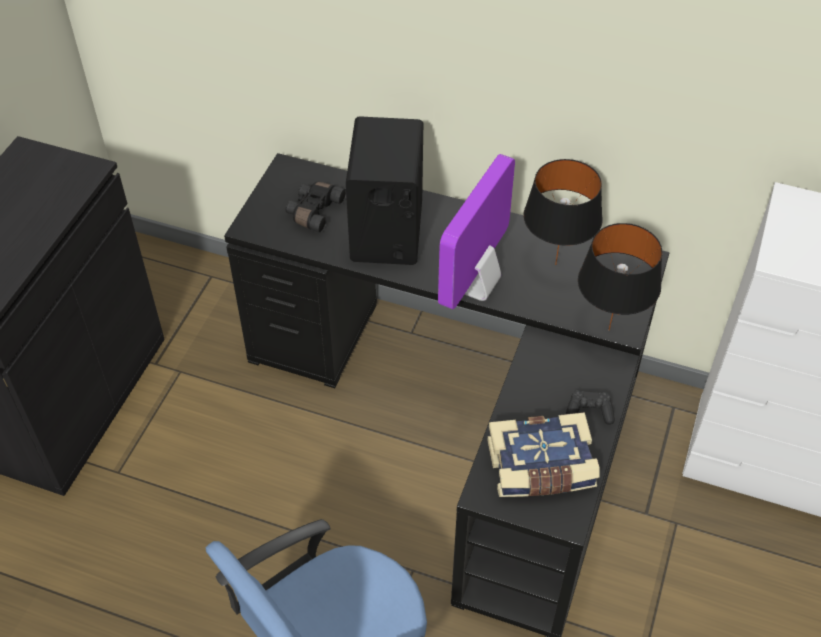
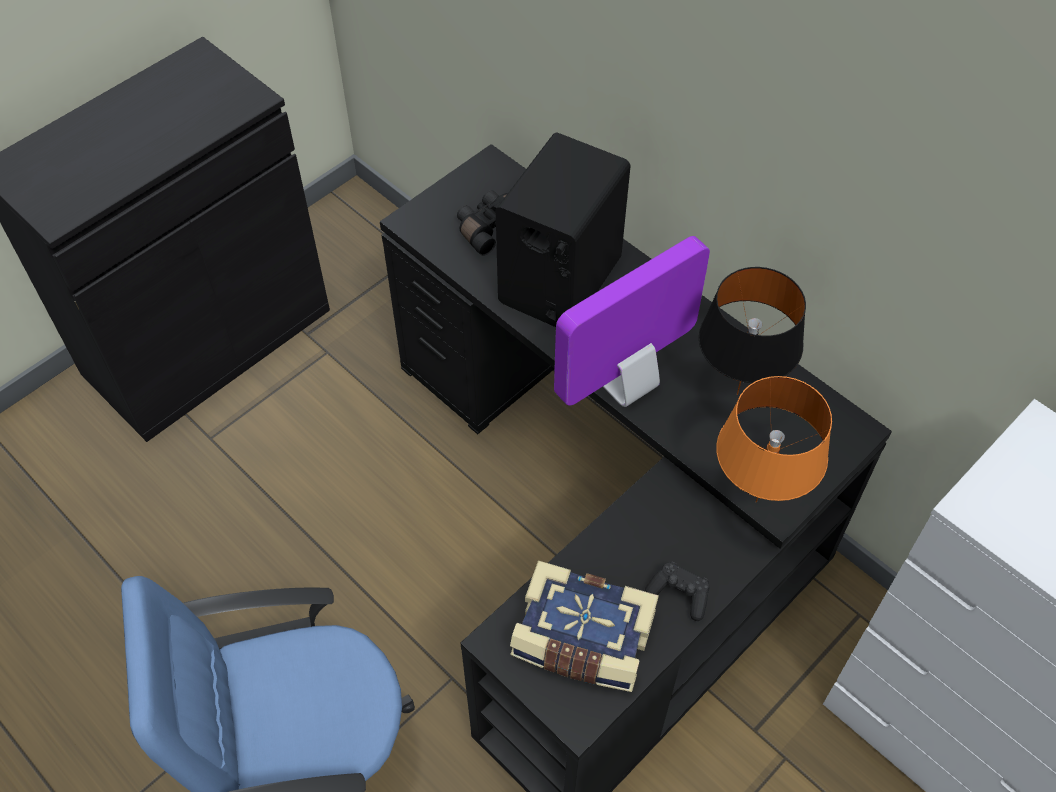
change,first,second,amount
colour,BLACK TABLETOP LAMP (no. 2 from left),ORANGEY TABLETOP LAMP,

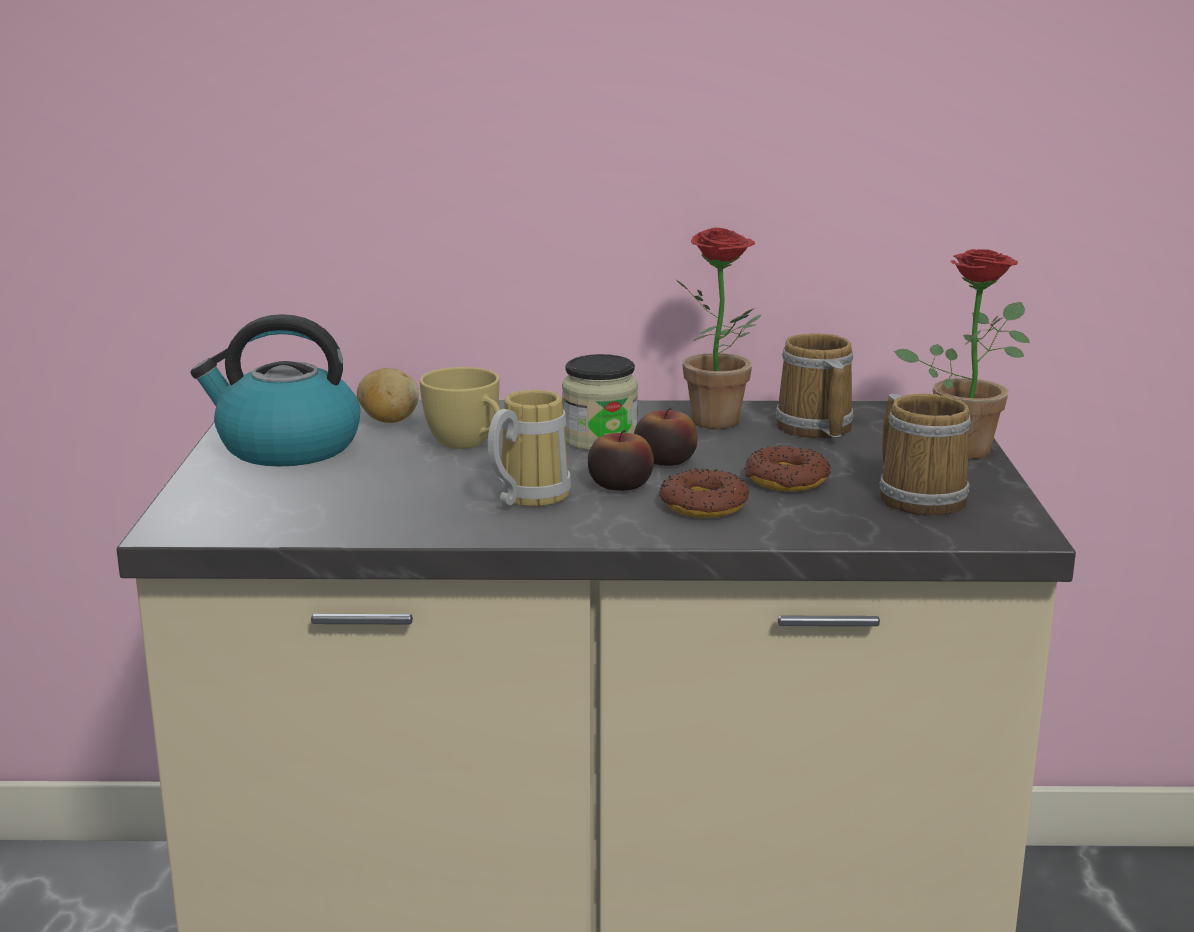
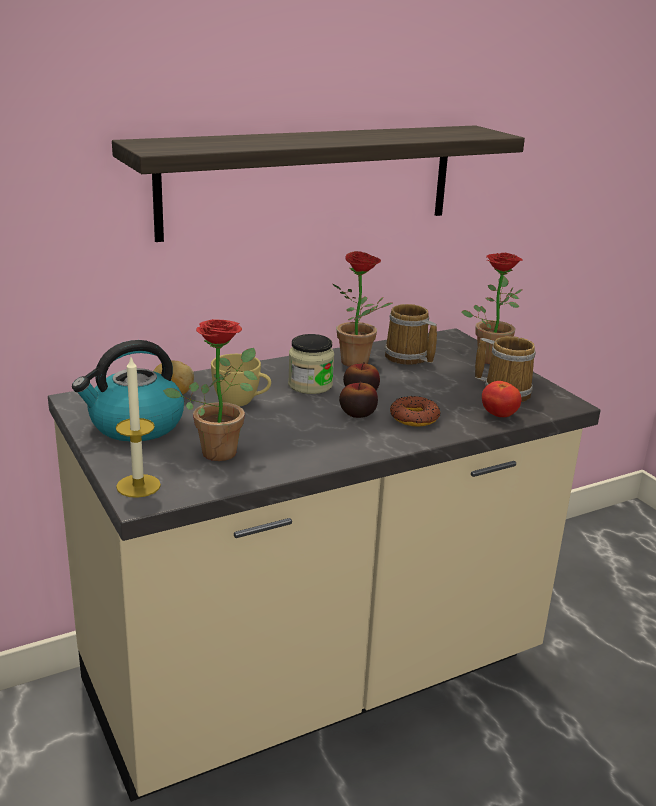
change,first,second,amount
missing,COFFEE MUG (no. 1 from left),,
missing,DOUGHNUT (no. 2 from left),,
appeared,,WALL SHELF,
appeared,,WAX CANDLE,
appeared,,PLANT IN A POT (no. 1 from left),
appeared,,TOMATO,

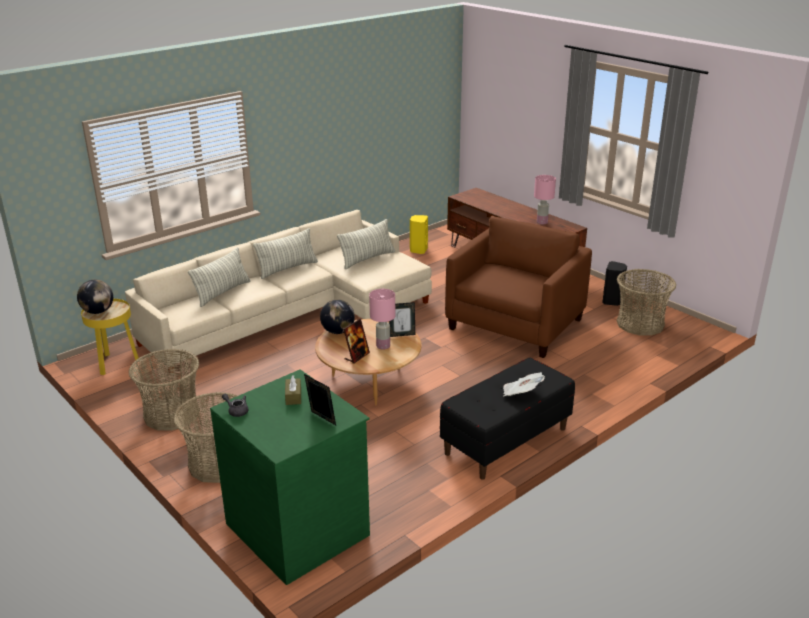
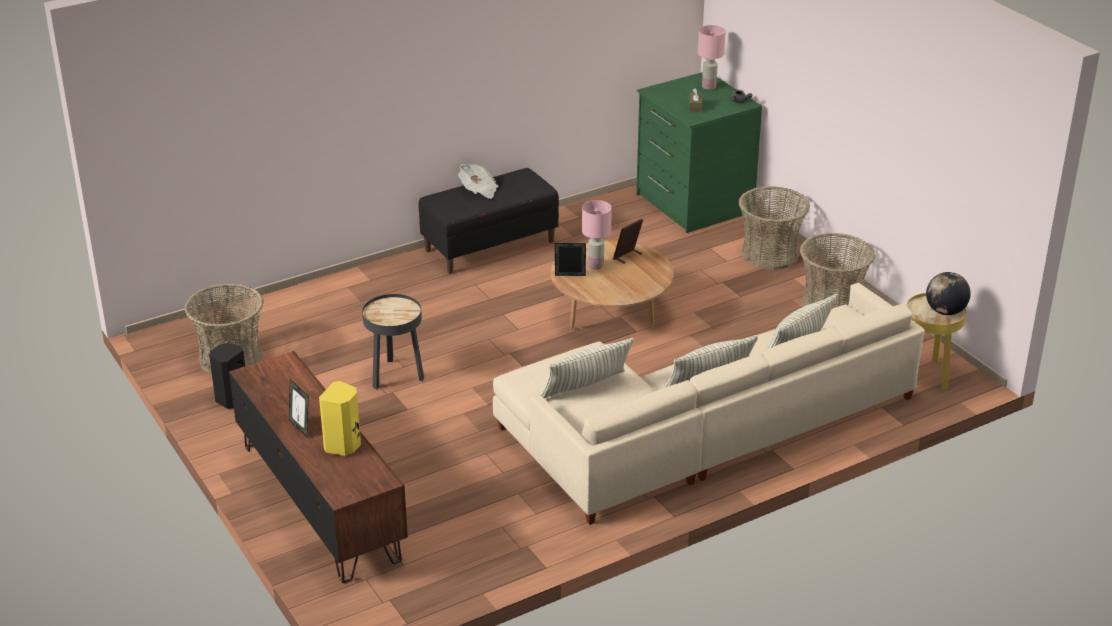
change,first,second,amount
missing,DESK GLOBE (no. 2 from left),,
relocated,STANDING FRAME (no. 1 from left),,
relocated,YELLOW AUDIO SPEAKER,,
relocated,PINK-COLOURED TABLETOP LAMP (no. 2 from left),,
exchanged,BROWNISH ARMCHAIR,BLACK END TABLE,

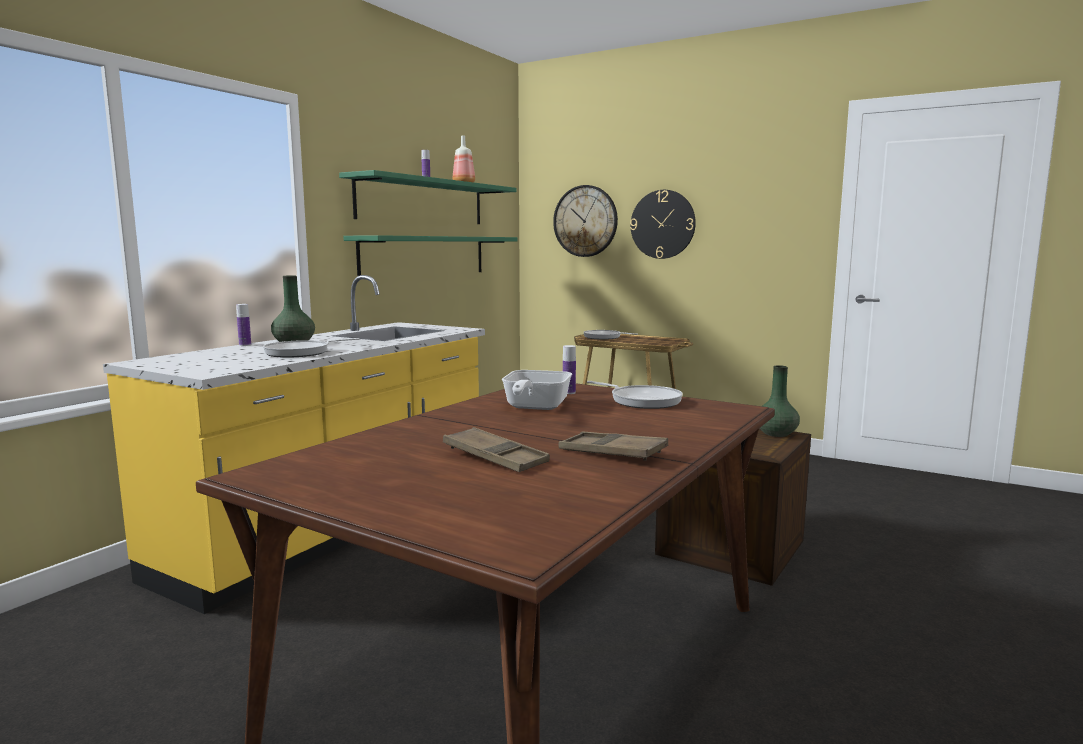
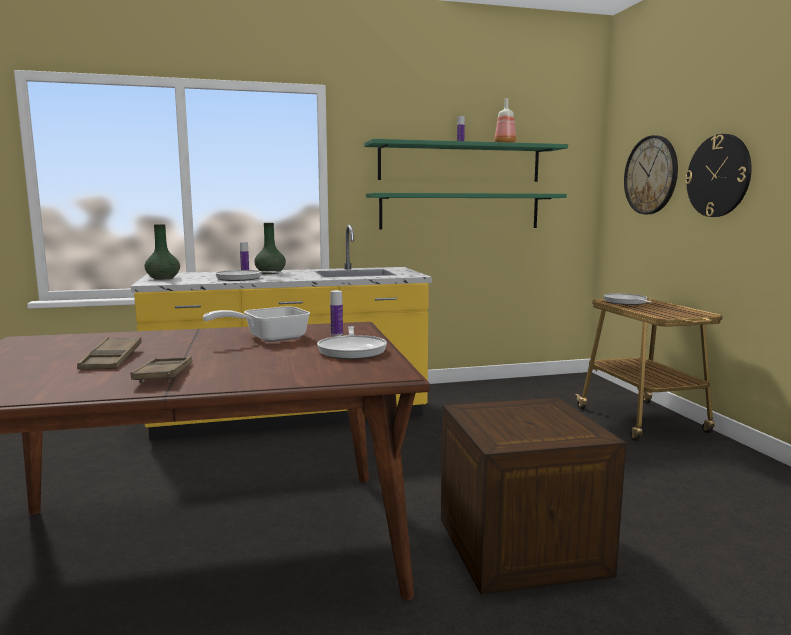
change,first,second,amount
relocated,GREEN DECORATIVE VASE (no. 2 from left in the first image),GREEN DECORATIVE VASE (no. 1 from left),

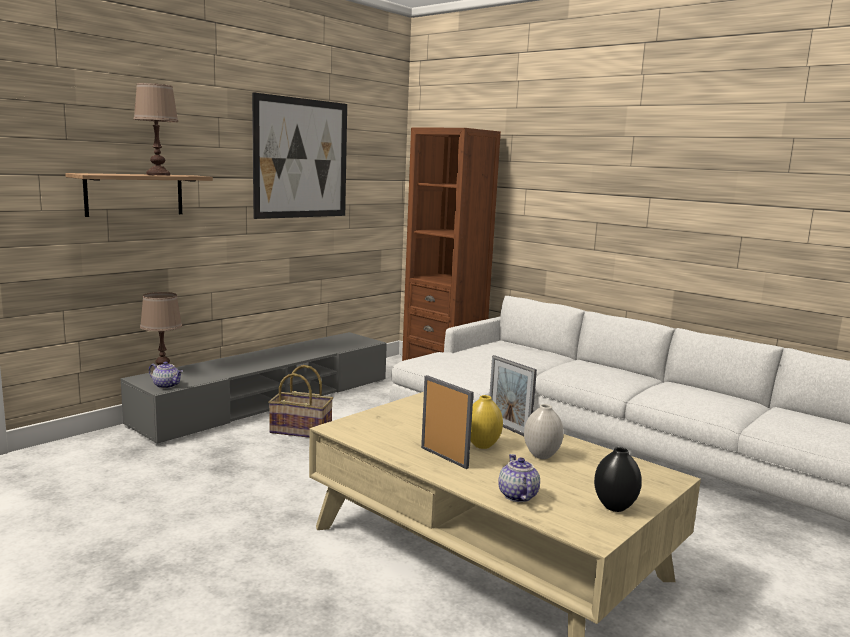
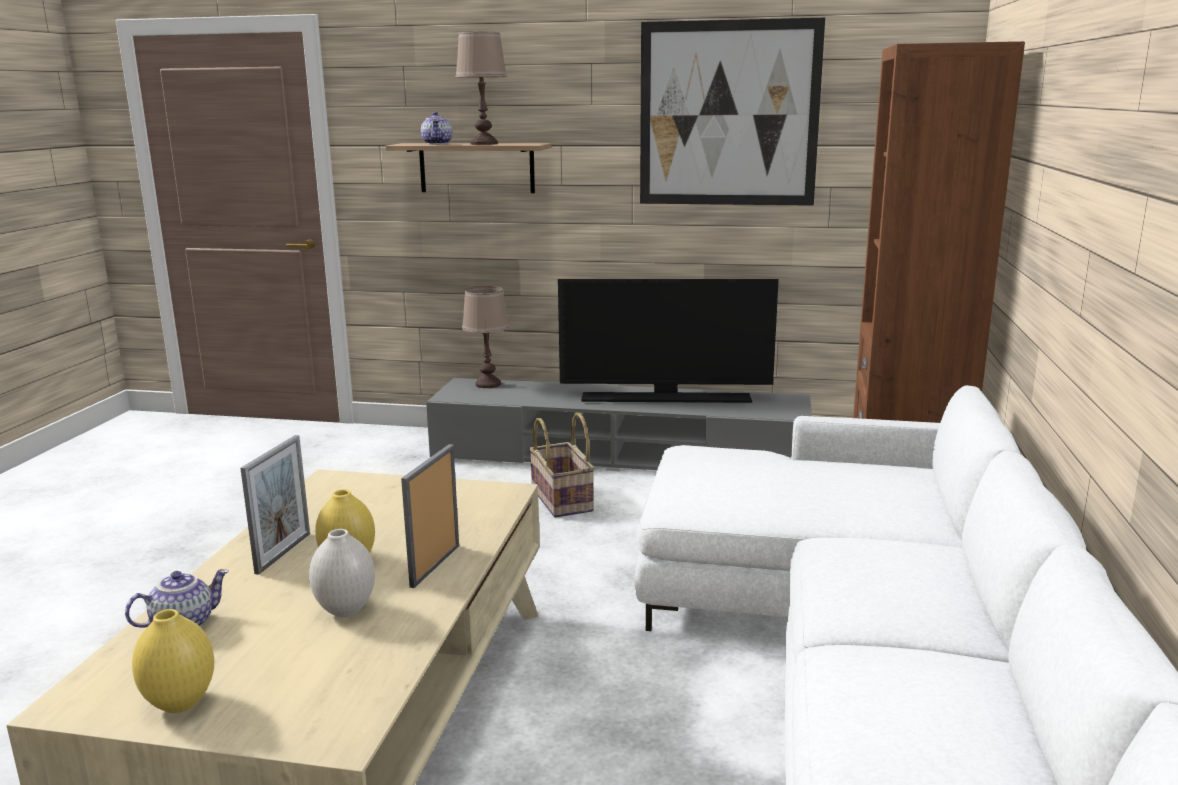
change,first,second,amount
appeared,,TV SET,
relocated,TEAPOT (no. 1 from left in the first image),TEAPOT (no. 2 from left),
colour,BLACK DECORATIVE VASE,YELLOW DECORATIVE VASE (no. 1 from left),

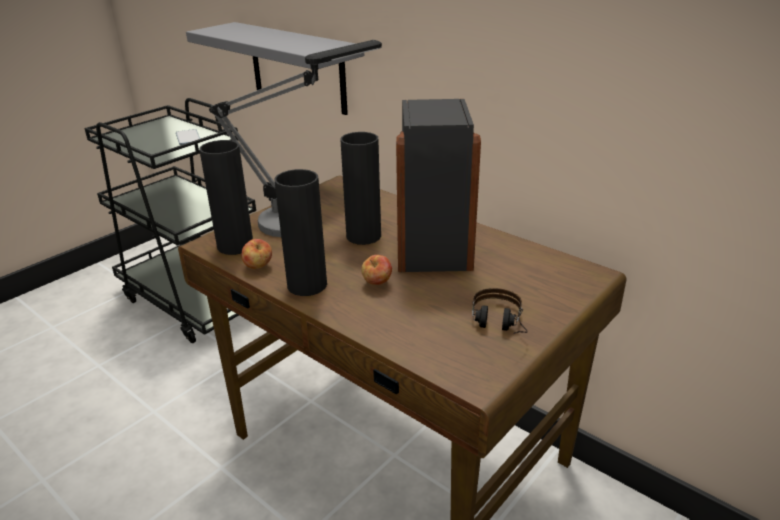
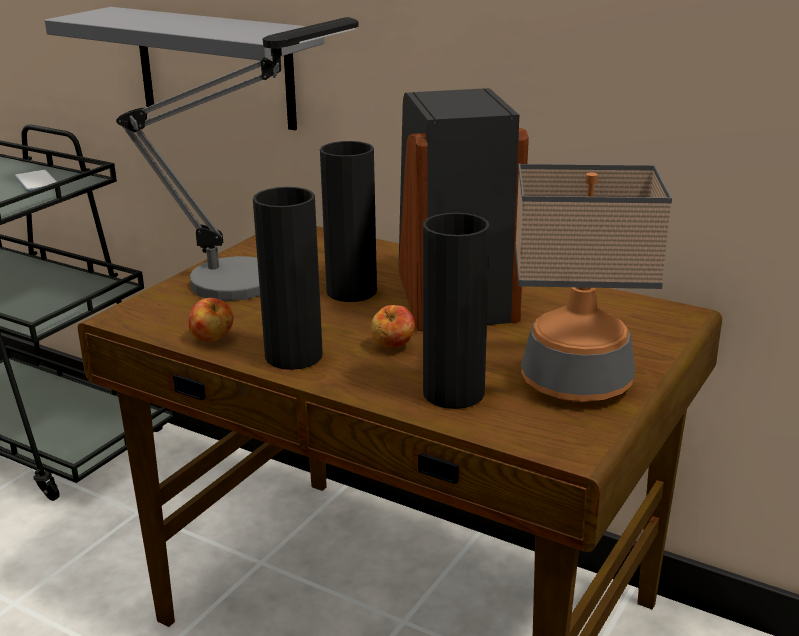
change,first,second,amount
relocated,BLACK DECORATIVE VASE (no. 1 from left in the first image),BLACK DECORATIVE VASE (no. 3 from left),
exchanged,HEADSET,TABLETOP LAMP (no. 2 from left),

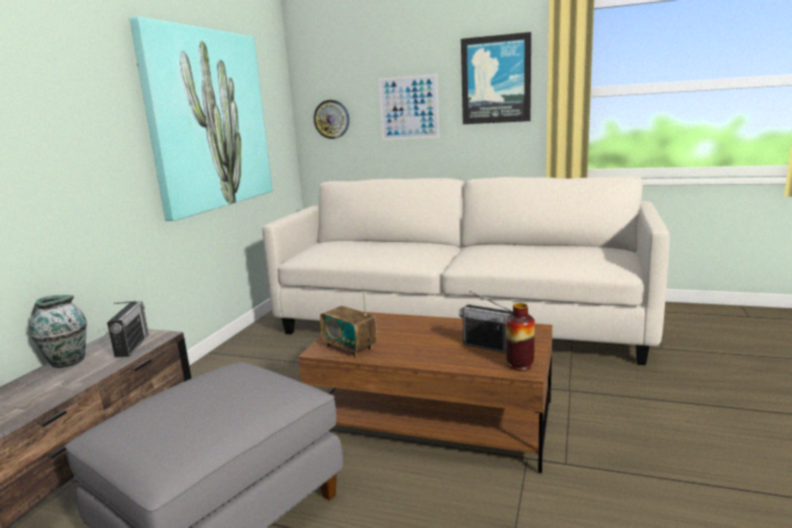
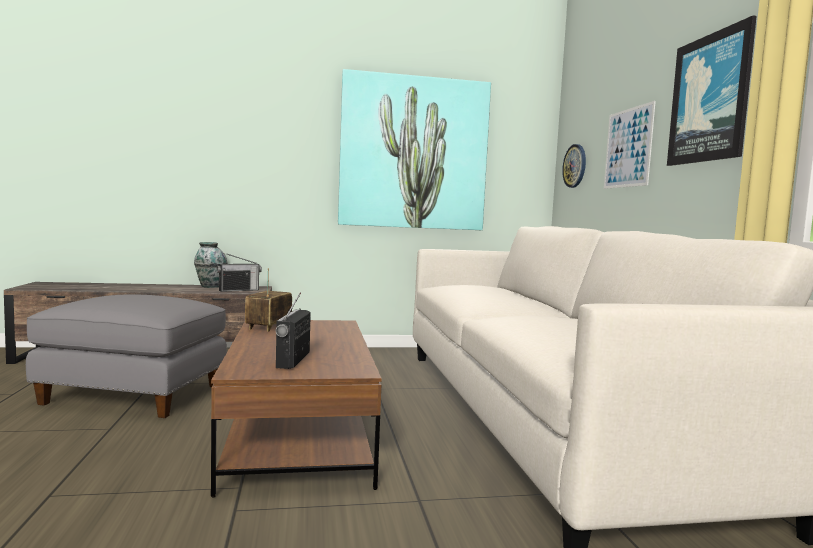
change,first,second,amount
missing,DECORATIVE VASE (no. 2 from left),,

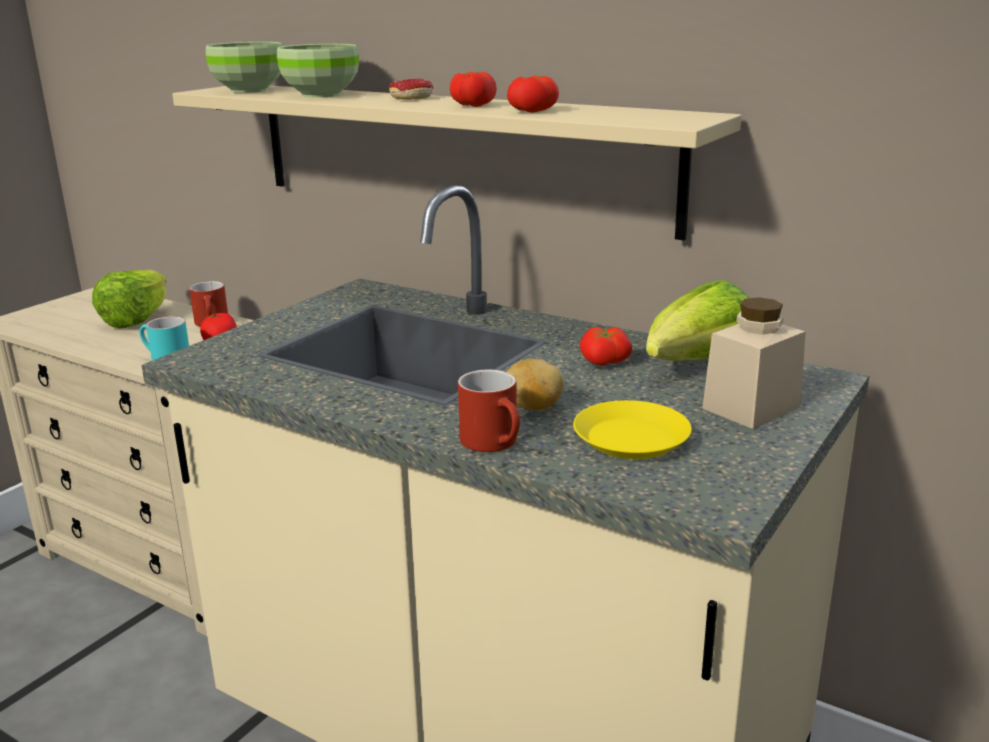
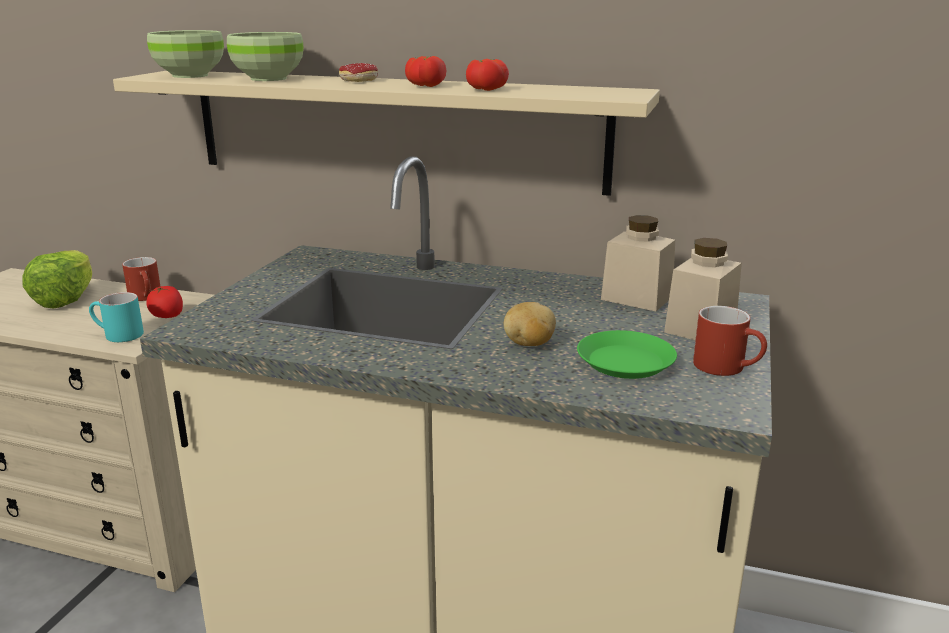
change,first,second,amount
missing,TOMATO (no. 4 from left),,
relocated,RED-COLOURED COFFEE MUG (no. 2 from left),,
exchanged,LETTUCE HEAD (no. 2 from left),SAND-COLOURED STORAGE JAR (no. 1 from left),
colour,YELLOW PLATE,GREEN PLATE,

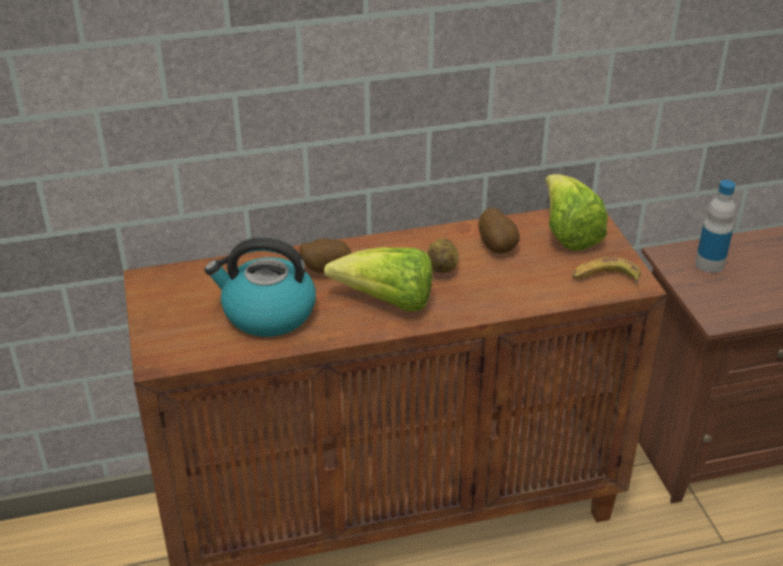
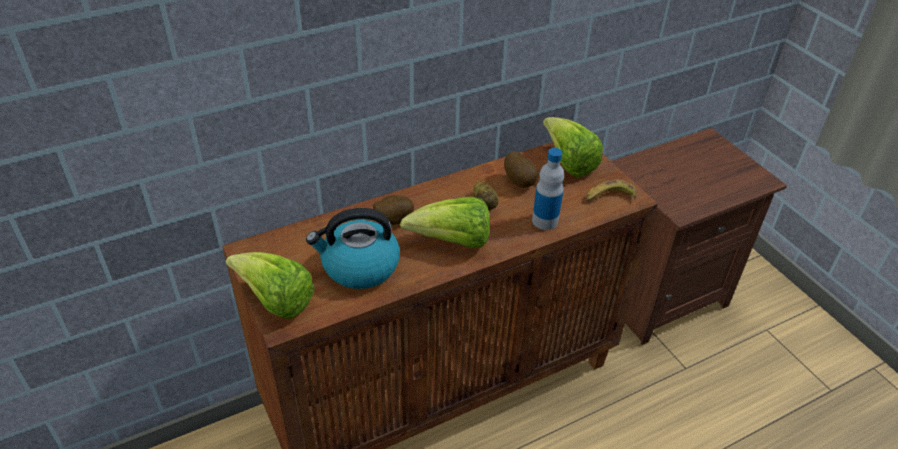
change,first,second,amount
appeared,,LETTUCE HEAD (no. 1 from left),
relocated,BOTTLE,,

